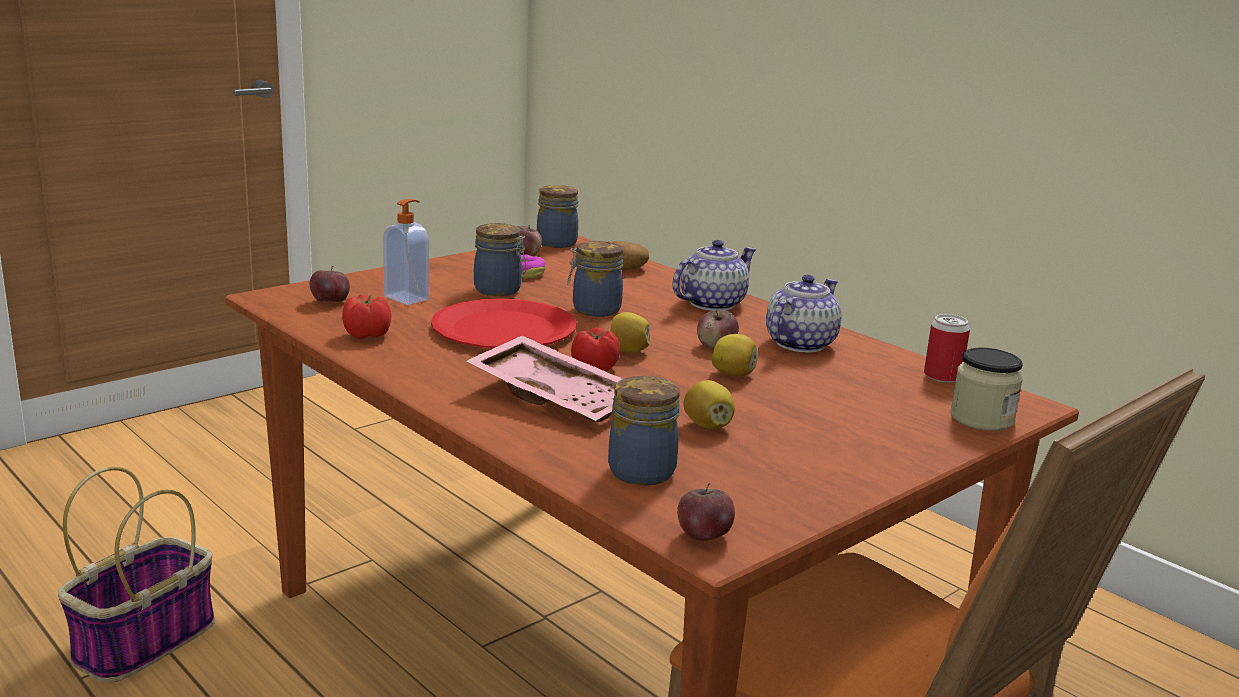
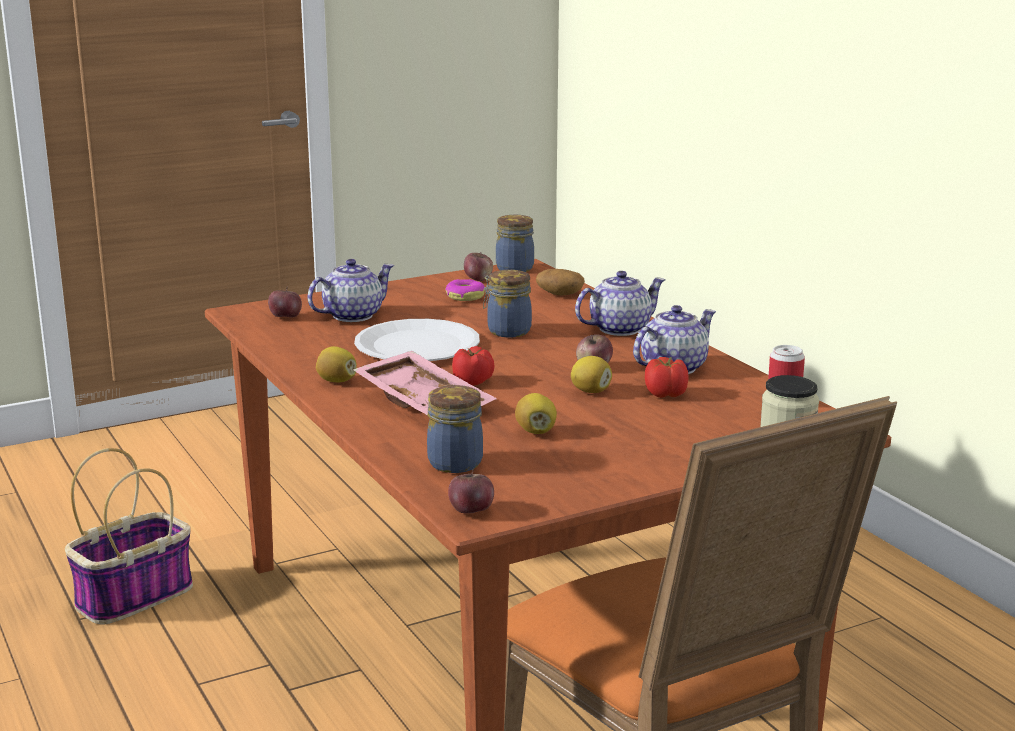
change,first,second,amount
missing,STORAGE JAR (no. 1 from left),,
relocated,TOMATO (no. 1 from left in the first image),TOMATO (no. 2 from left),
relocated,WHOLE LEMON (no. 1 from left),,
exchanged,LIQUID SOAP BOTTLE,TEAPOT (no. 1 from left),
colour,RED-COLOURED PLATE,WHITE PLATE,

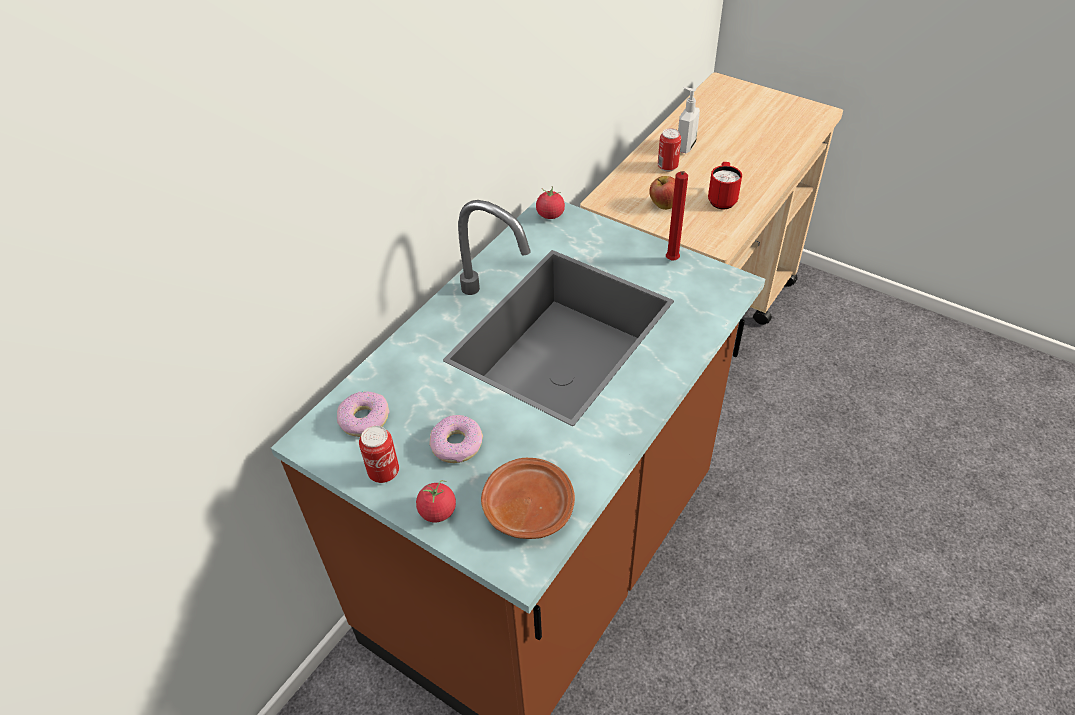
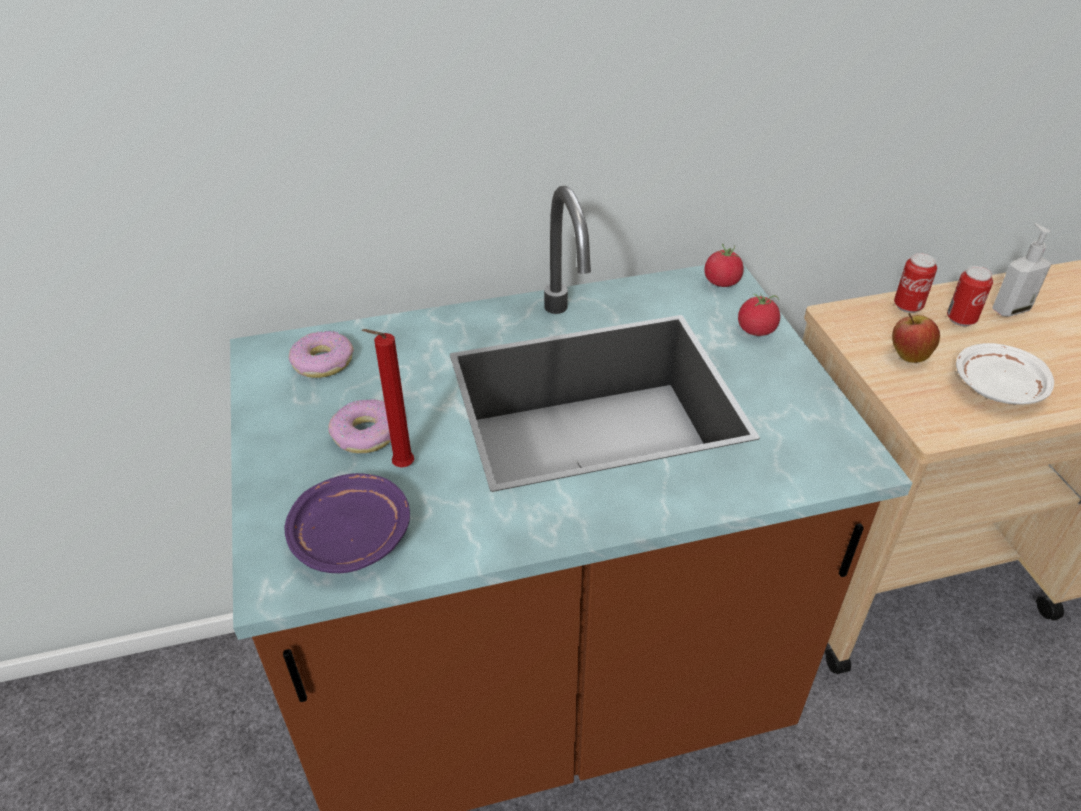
change,first,second,amount
relocated,SEALED CAN (no. 1 from left),,
relocated,TOMATO (no. 1 from left in the first image),TOMATO (no. 2 from left),
relocated,RED-COLOURED WAX CANDLE,,
exchanged,RED-COLOURED COFFEE MUG,WHITE PLATE,
colour,BROWNISH PLATE,PURPLISH PLATE,

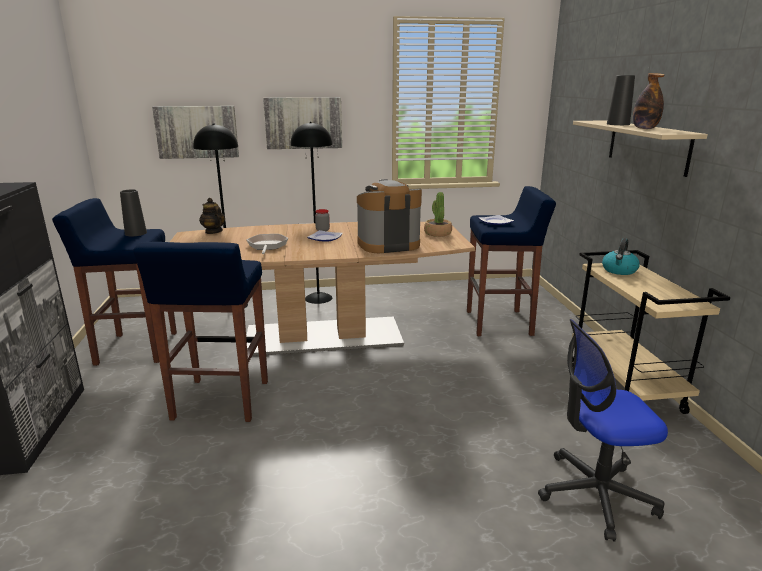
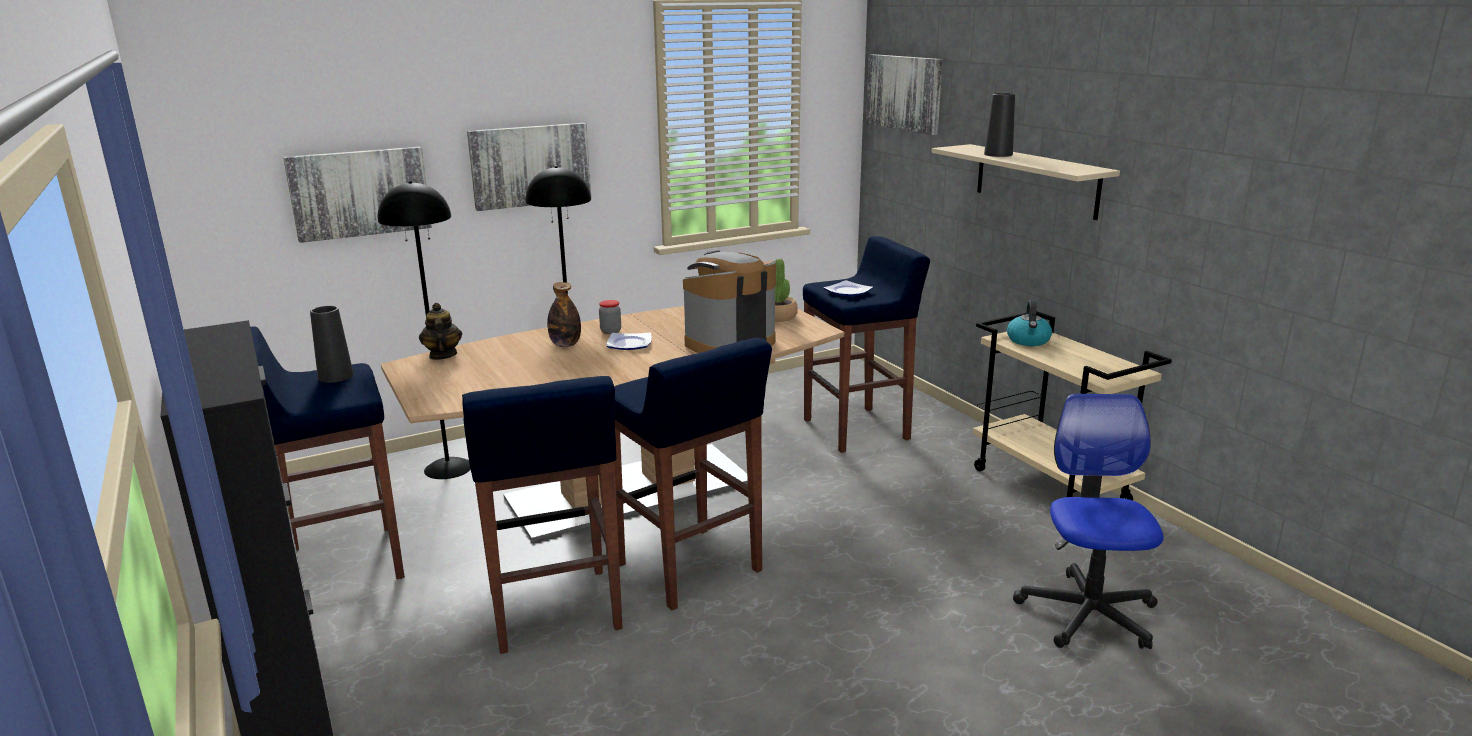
change,first,second,amount
missing,SKILLET,,
appeared,,BLUE-COLOURED SITTING STOOL (no. 3 from left),
appeared,,PICTURE (no. 3 from left),
relocated,BOTTLE,,
spun,TEAPOT,,45 degrees clockwise
spun,OFFICE CHAIR,,120 degrees clockwise

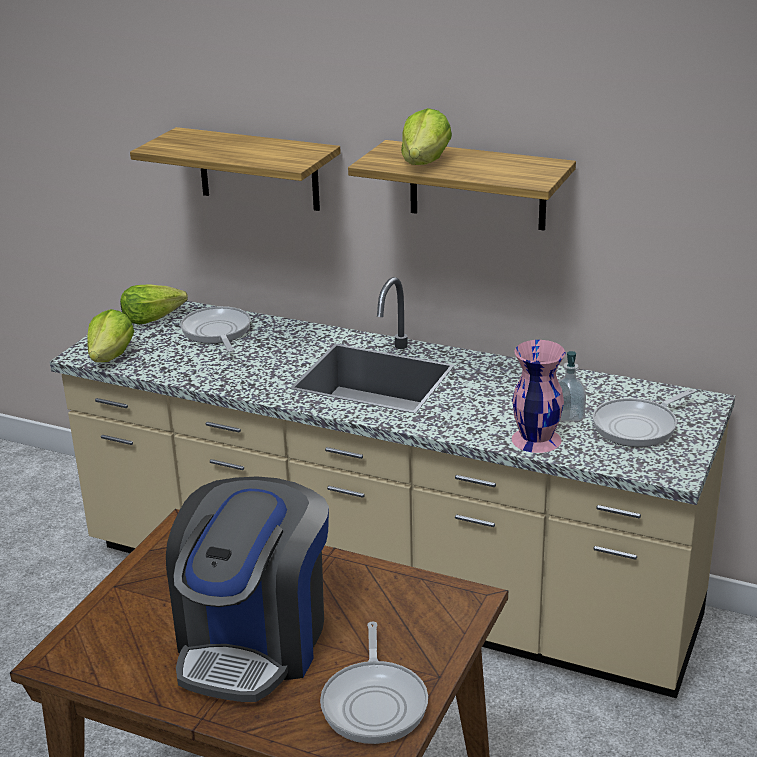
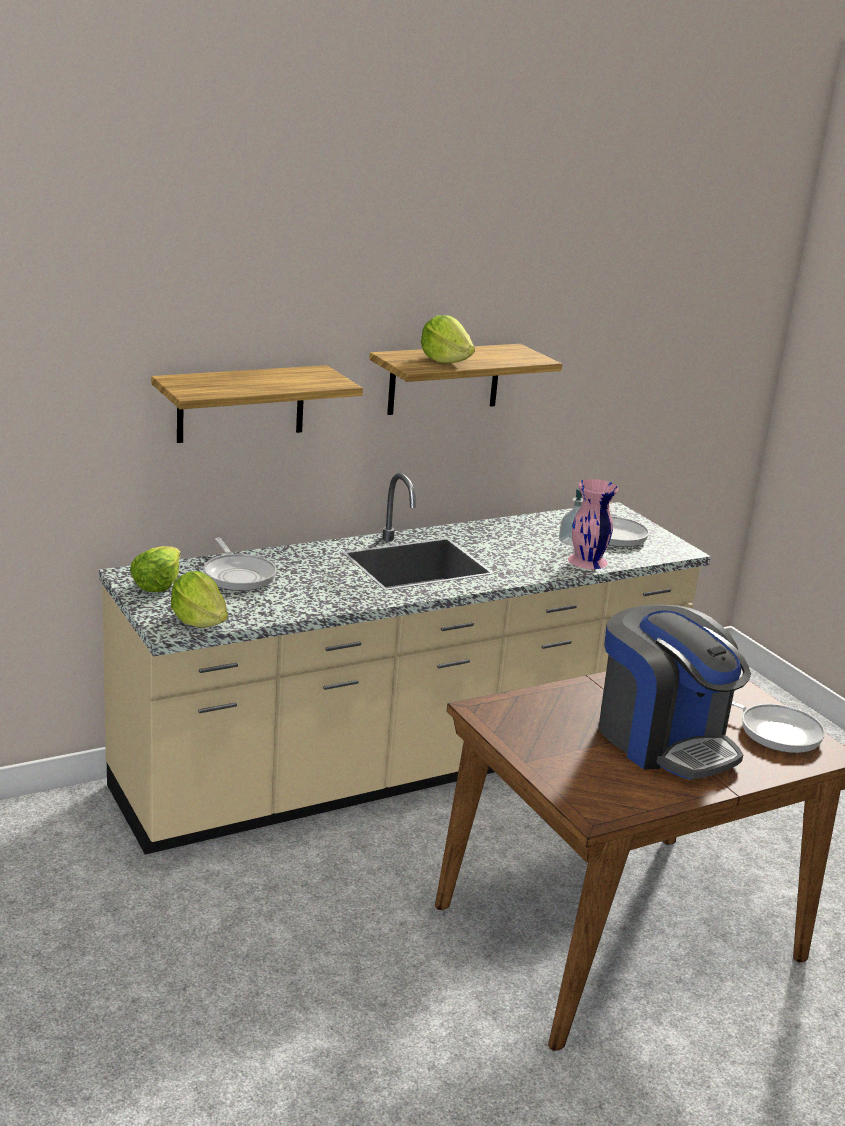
change,first,second,amount
spun,SKILLET (no. 1 from left),,135 degrees counterclockwise

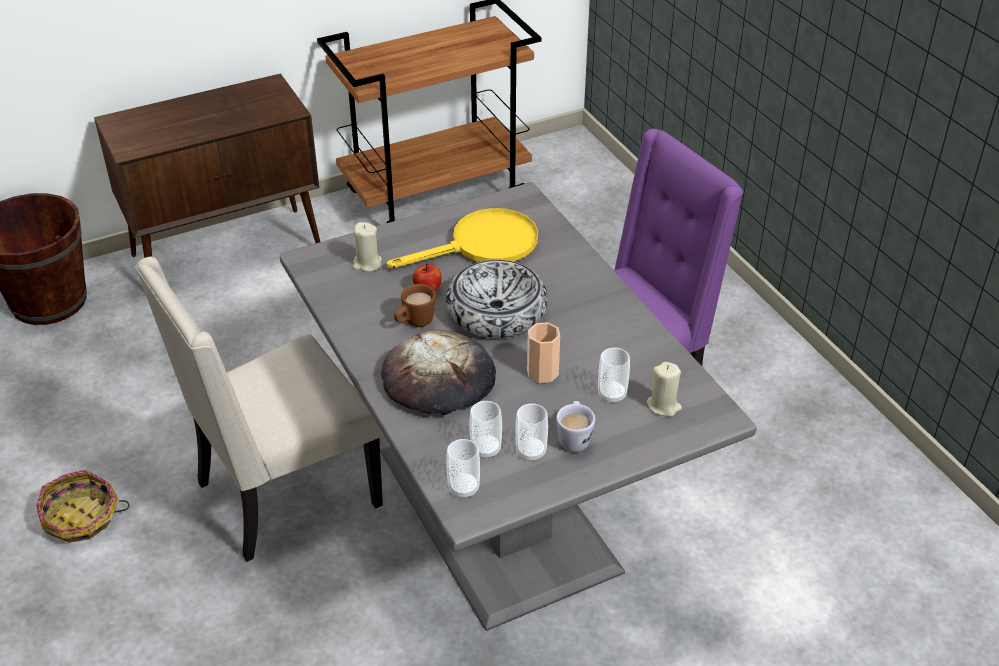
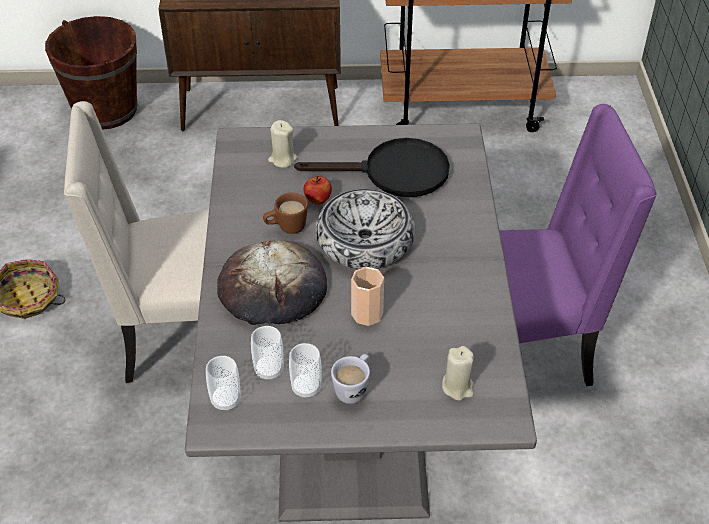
change,first,second,amount
missing,SMALL CUP (no. 5 from left),,
colour,YELLOW SKILLET,BLACK SKILLET,

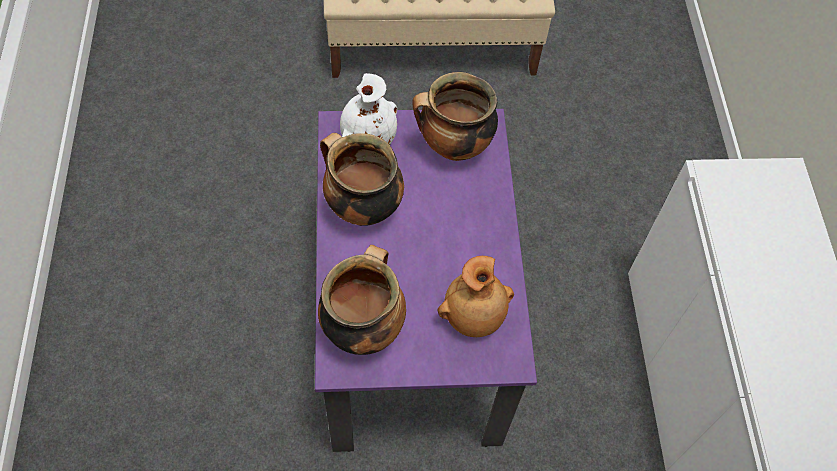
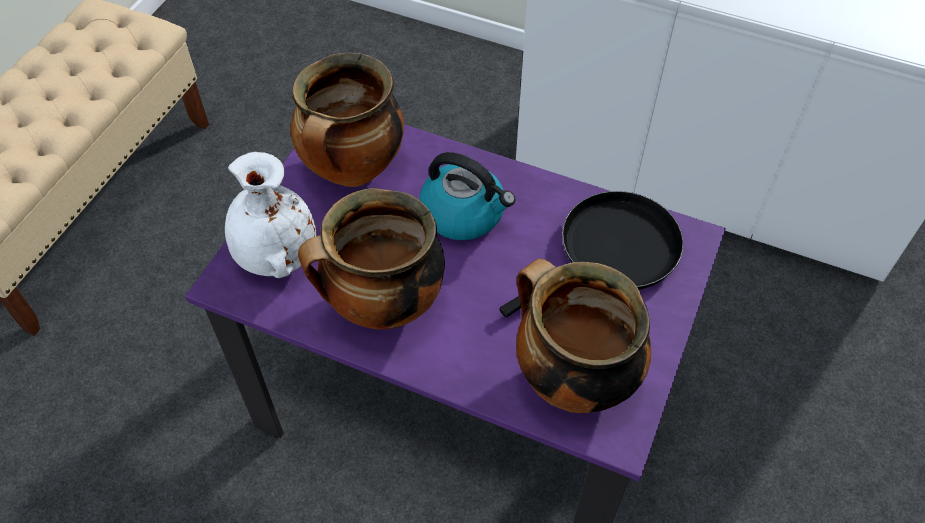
change,first,second,amount
appeared,,WATER KETTLE,
exchanged,BROWNISH DECORATIVE VASE,BLACK SKILLET,

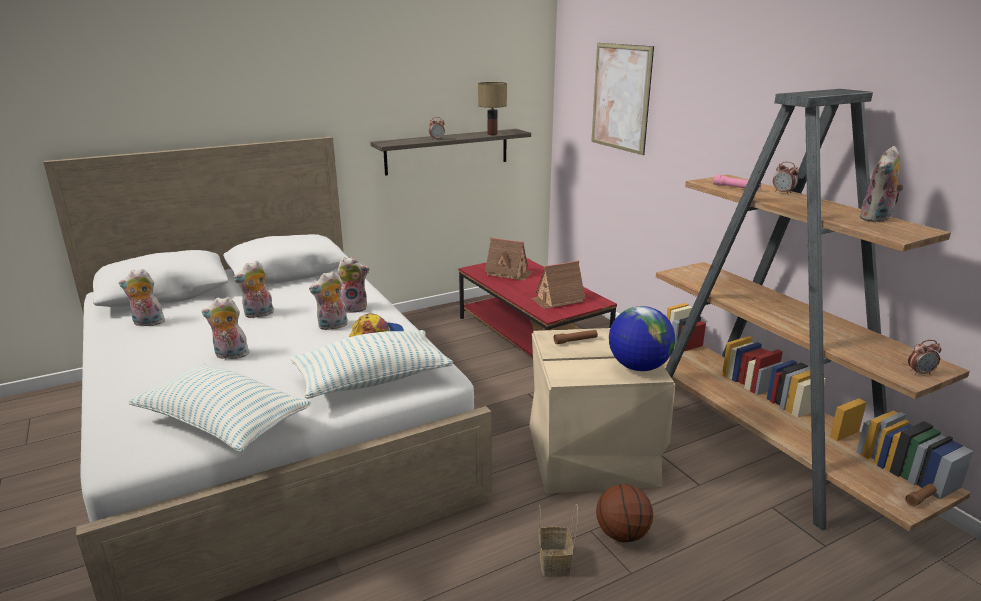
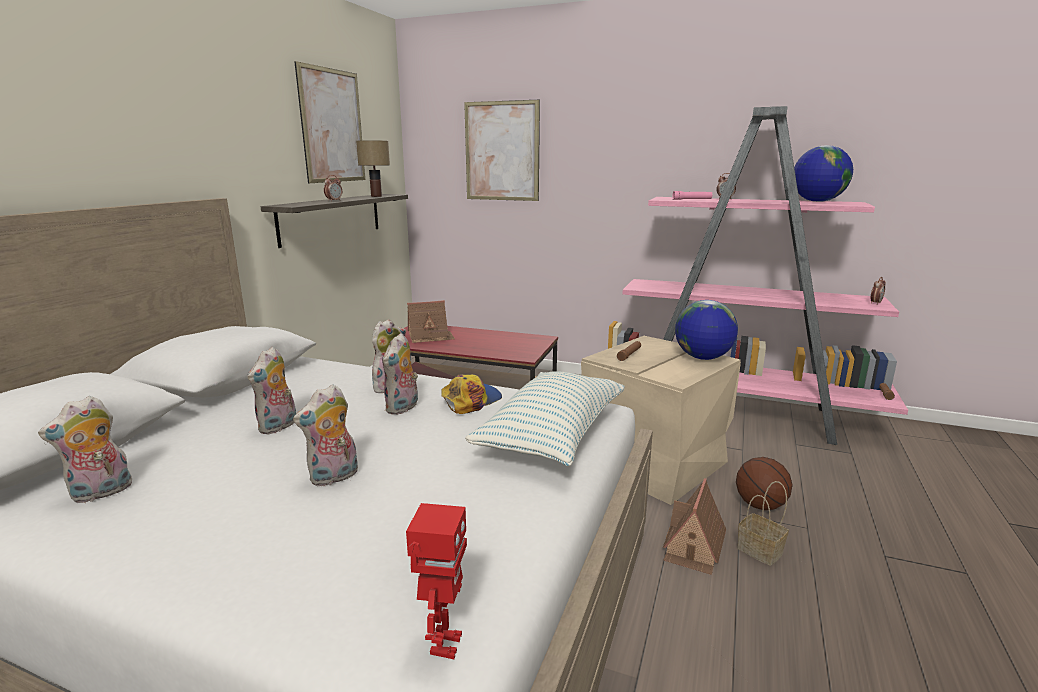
change,first,second,amount
missing,CUSHION (no. 1 from left),,
appeared,,PICTURE (no. 1 from left),
appeared,,ROBOT FIGURE,
relocated,MODEL HOUSE (no. 2 from left),,
exchanged,PLUSH TOY (no. 6 from left),DESK GLOBE (no. 2 from left),
colour,BROWNISH BOOKCASE,PINK-COLOURED BOOKCASE,

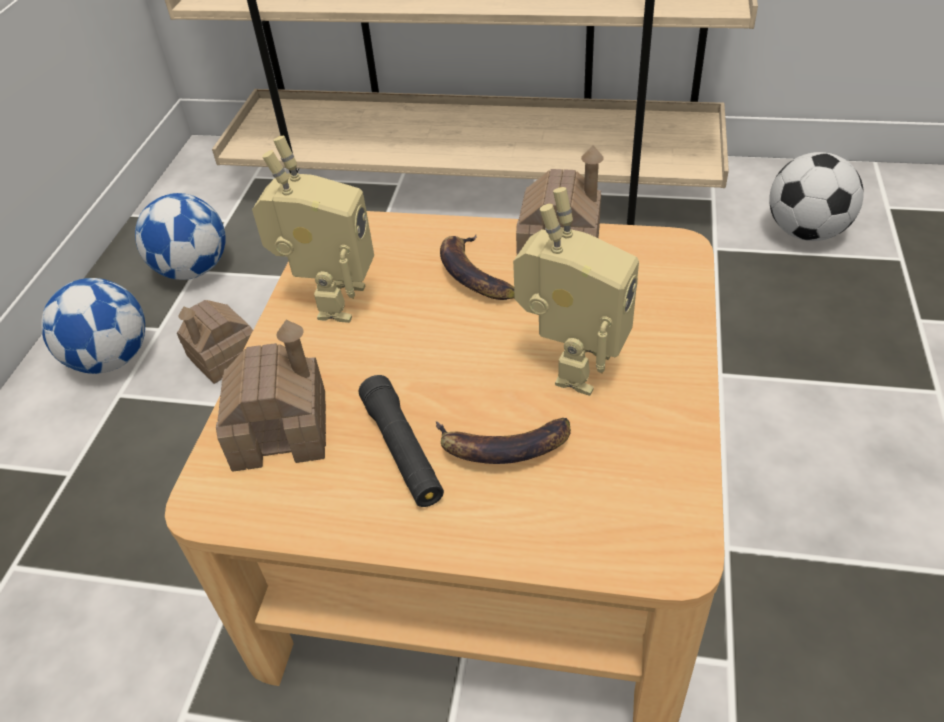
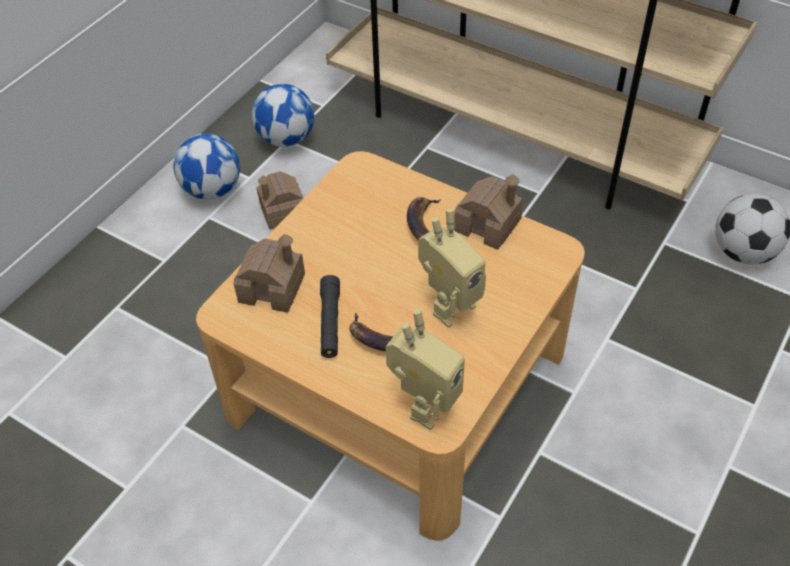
change,first,second,amount
relocated,ROBOT FIGURE (no. 1 from left),,

